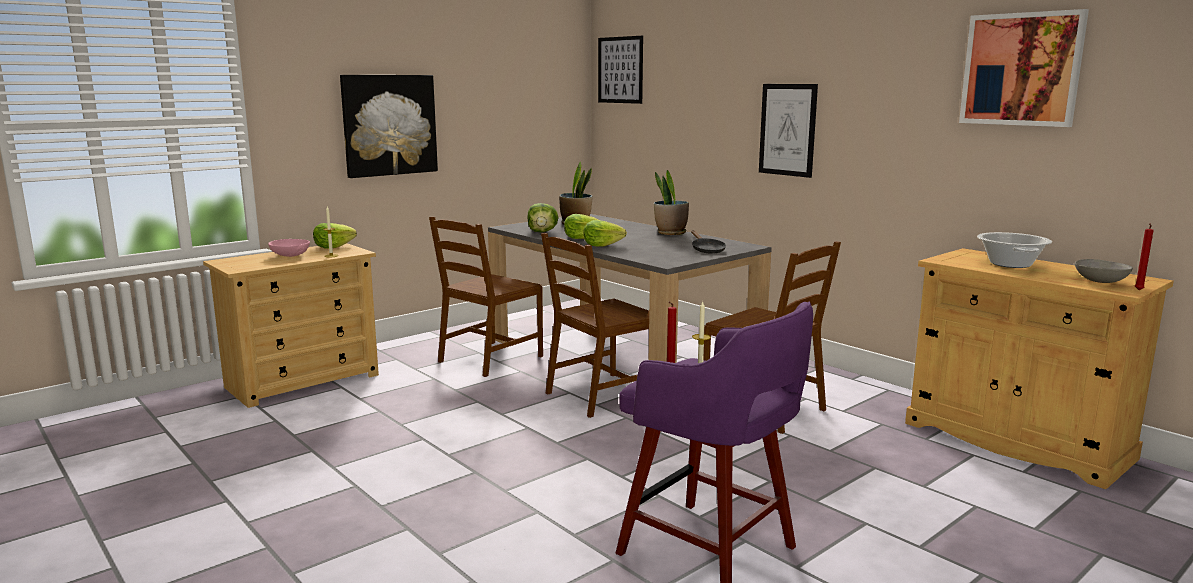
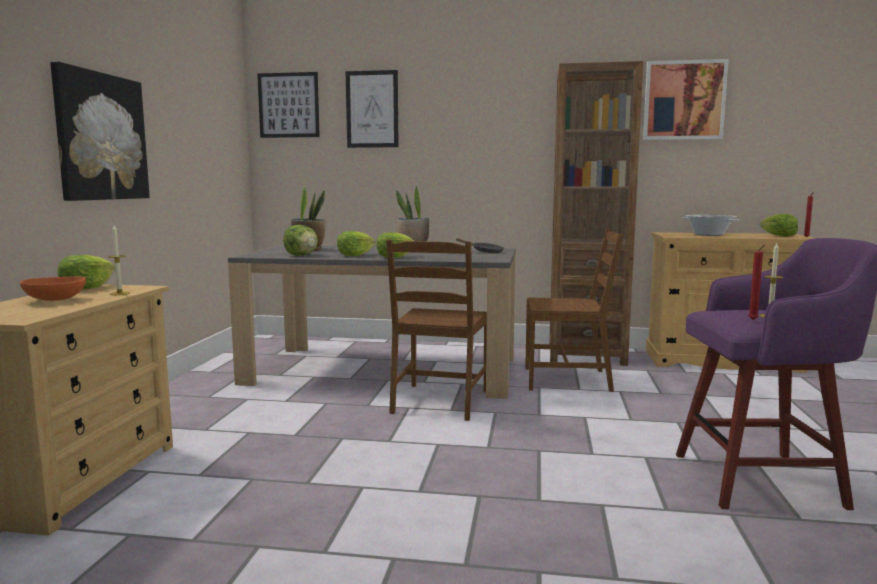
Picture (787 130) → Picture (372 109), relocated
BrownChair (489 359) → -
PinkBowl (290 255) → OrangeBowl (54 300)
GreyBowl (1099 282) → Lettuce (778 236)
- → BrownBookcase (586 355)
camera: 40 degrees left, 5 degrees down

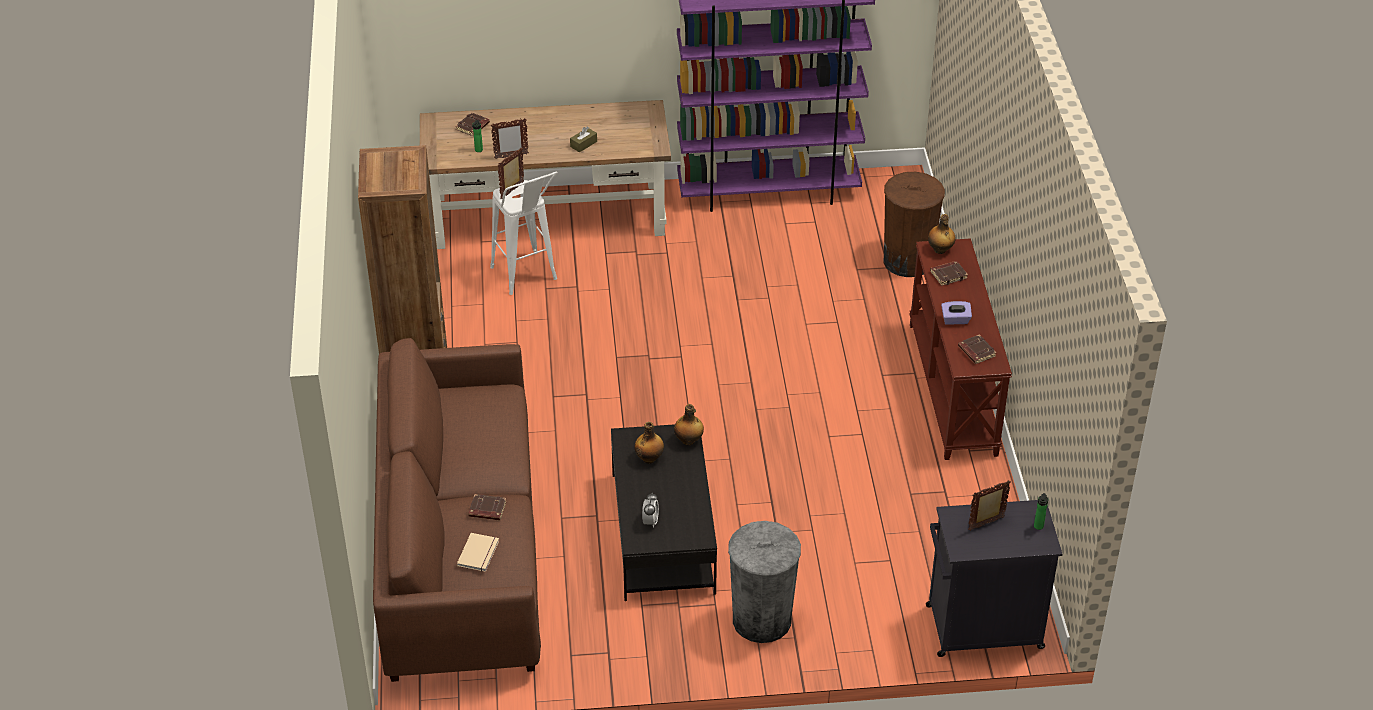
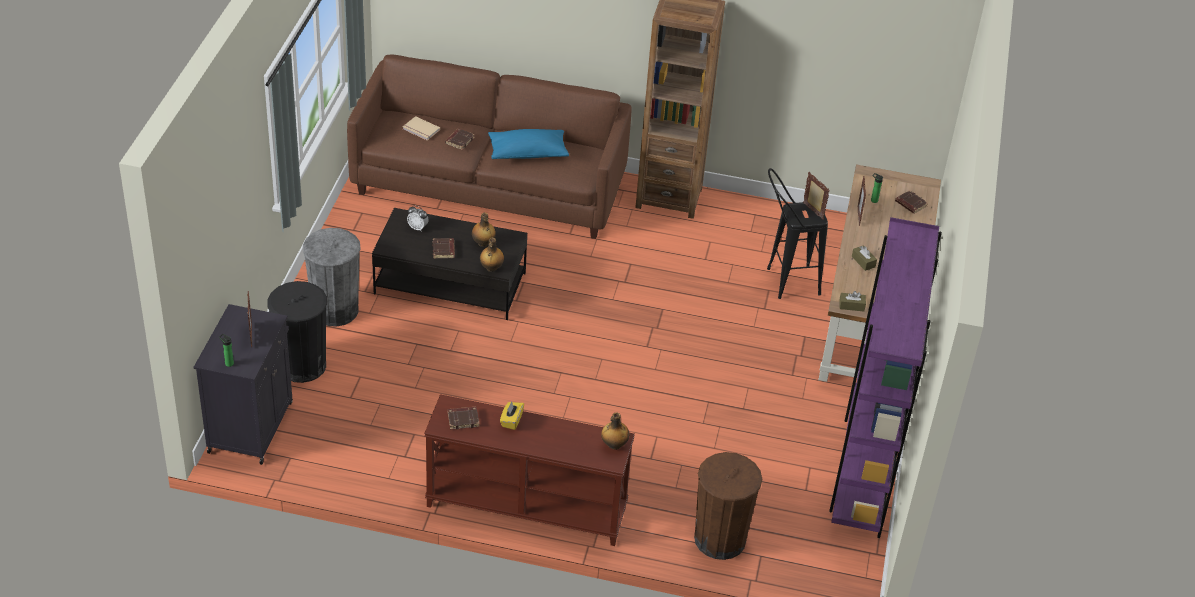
WhiteStool (528 279) → BlackStool (784 282)
BrownBook (948 275) → BrownBook (444 250), relocated
PurpleTissueBox (955 320) → YellowTissueBox (511 421)
- → BluePillow (528 153)
- → BlackTrashCan (302 365)
- → BrownTissueBox (851 306)
camera: 105 degrees right, 0 degrees up

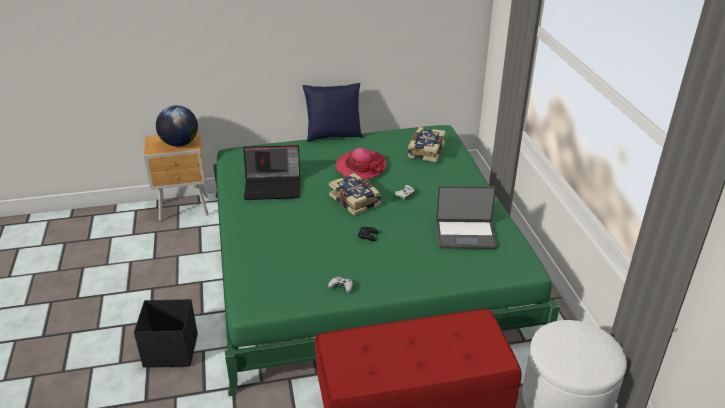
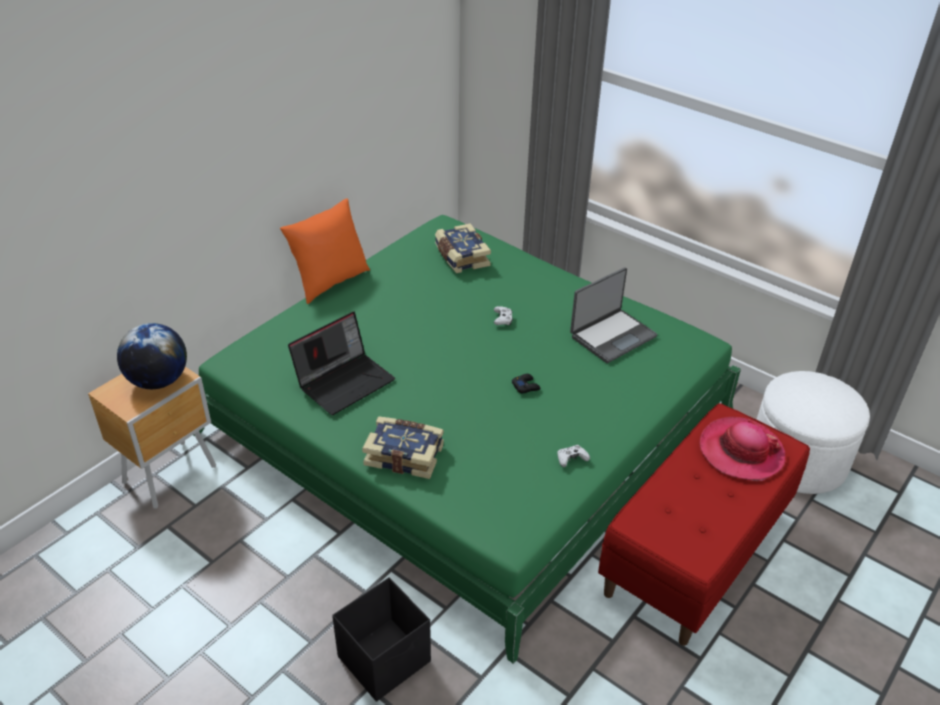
BluePillow (333 136) → OrangePillow (330 282)
Hat (360 167) → Hat (741 451), relocated
Book (356 200) → Book (405 454), relocated
camera: 40 degrees left, 5 degrees up

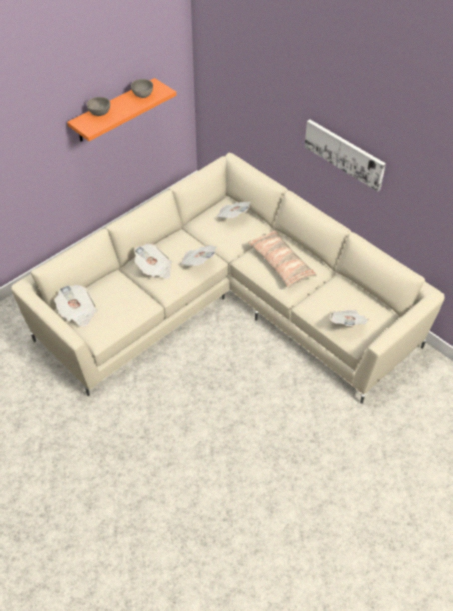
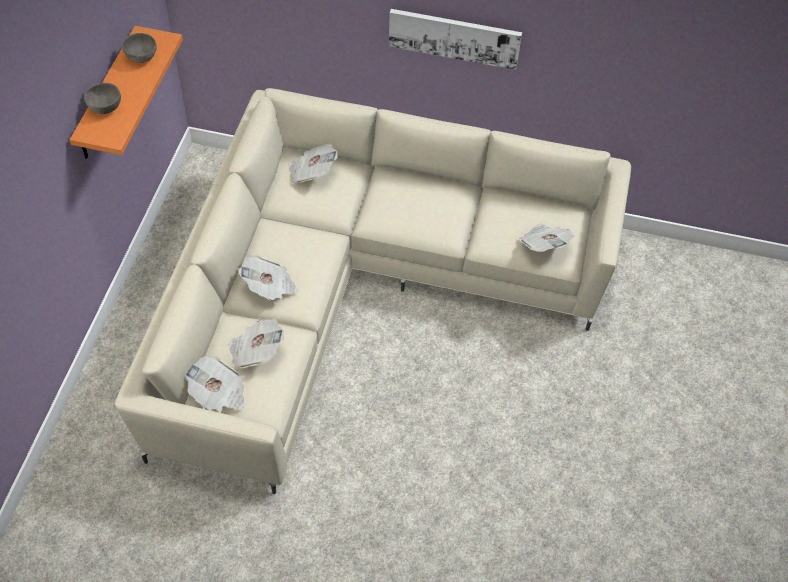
Pillow (280 264) → -
Newspaper (198 262) → Newspaper (256 351), relocated
camera: 35 degrees left, 5 degrees up

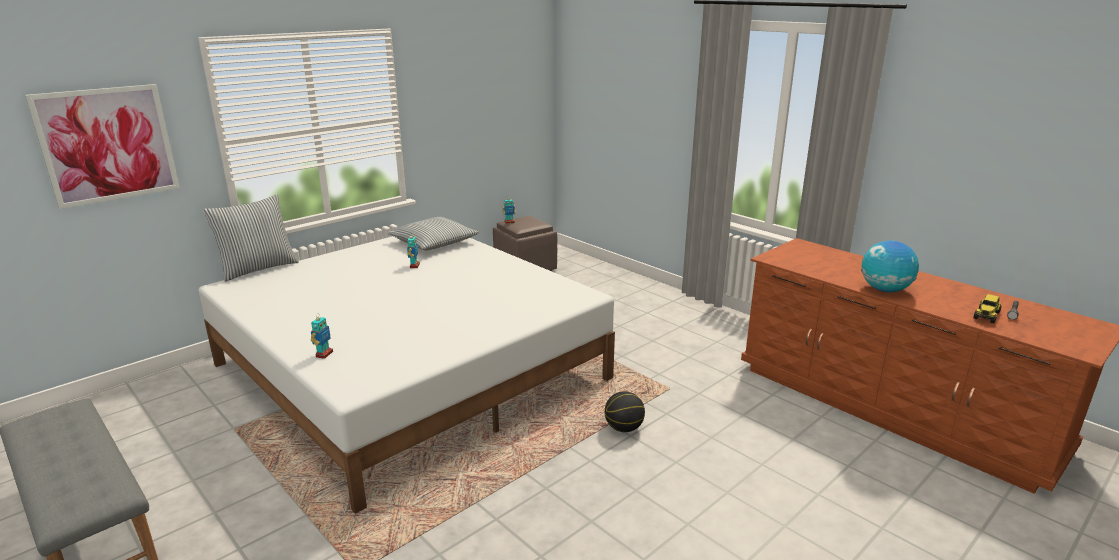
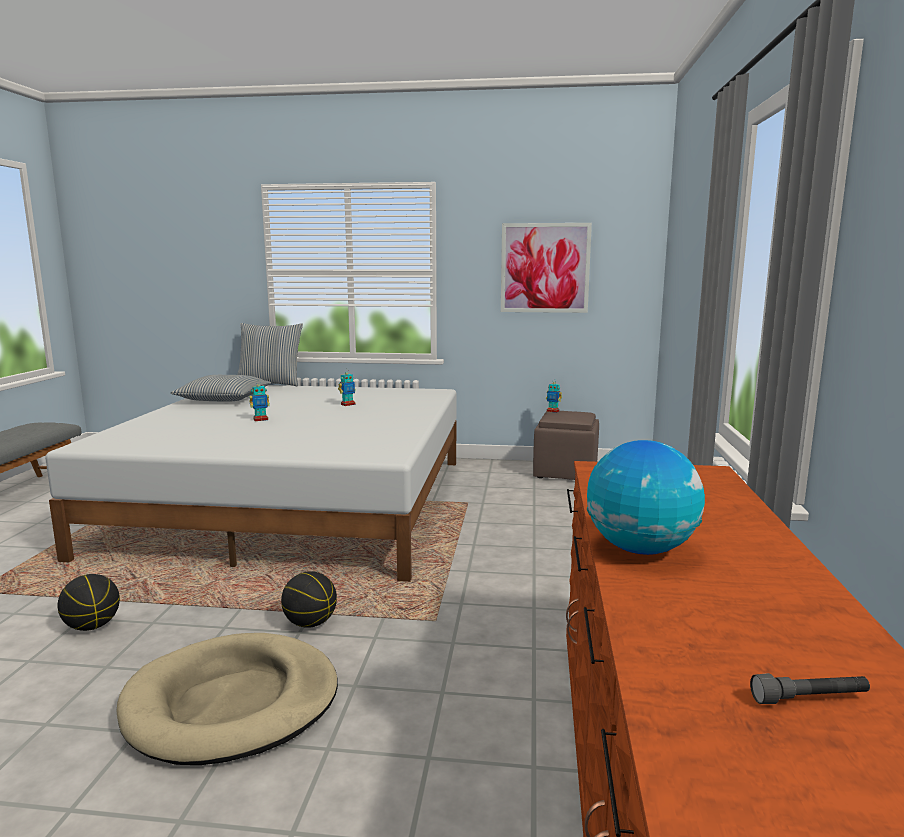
Picture (108 145) → Picture (545 268), relocated
Pillow (433 242) → Pillow (223 399), relocated
ToyTruck (986 315) → -
ToyRobot (324 354) → ToyRobot (260 419), relocated
- → Basketball (92 626)
- → BeigeDogBed (232 703)
camera: 50 degrees right, 10 degrees down

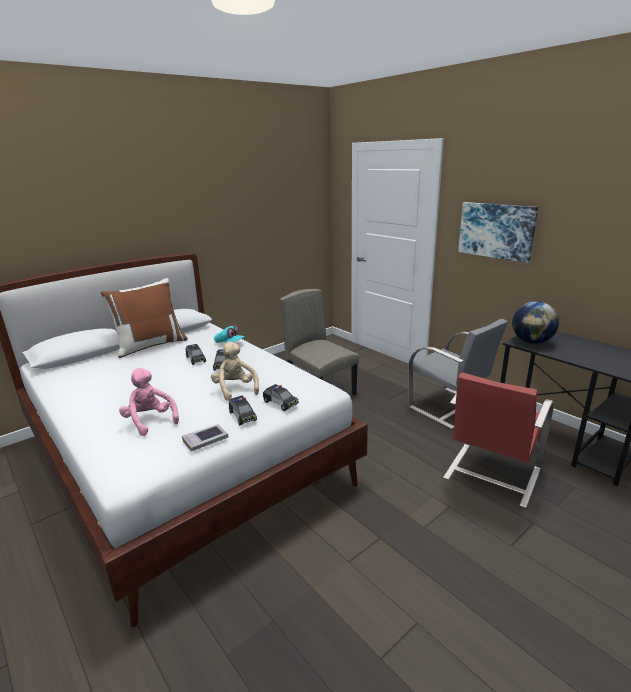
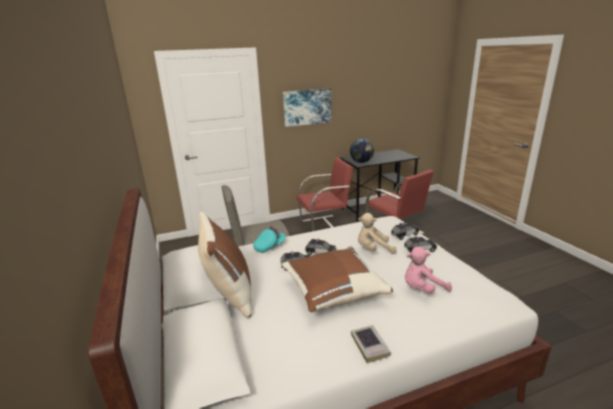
GreyChair (449 408) → RedChair (325 226)
Book (205 440) → Book (370 346), relocated
- → BrownPillow (333 291)
camera: 70 degrees left, 0 degrees up

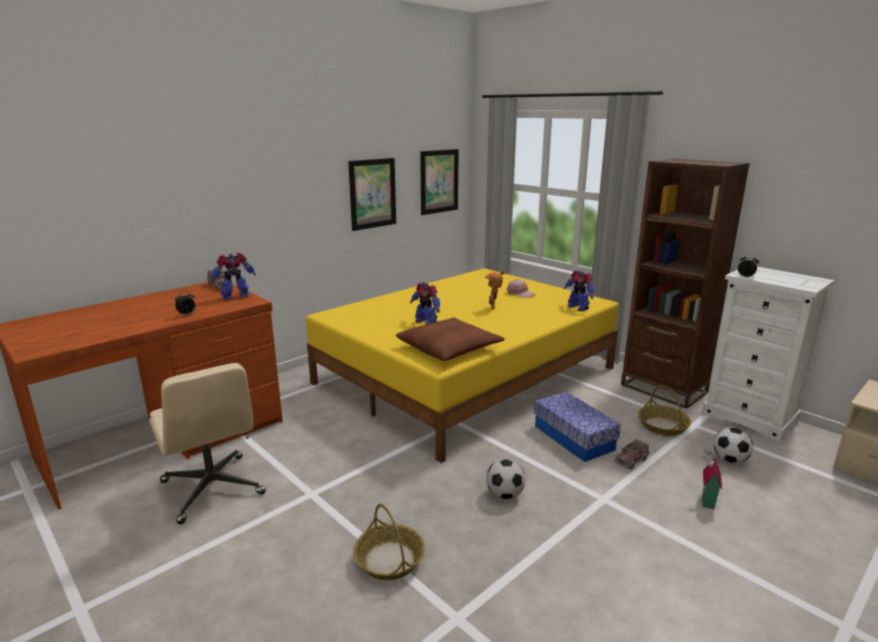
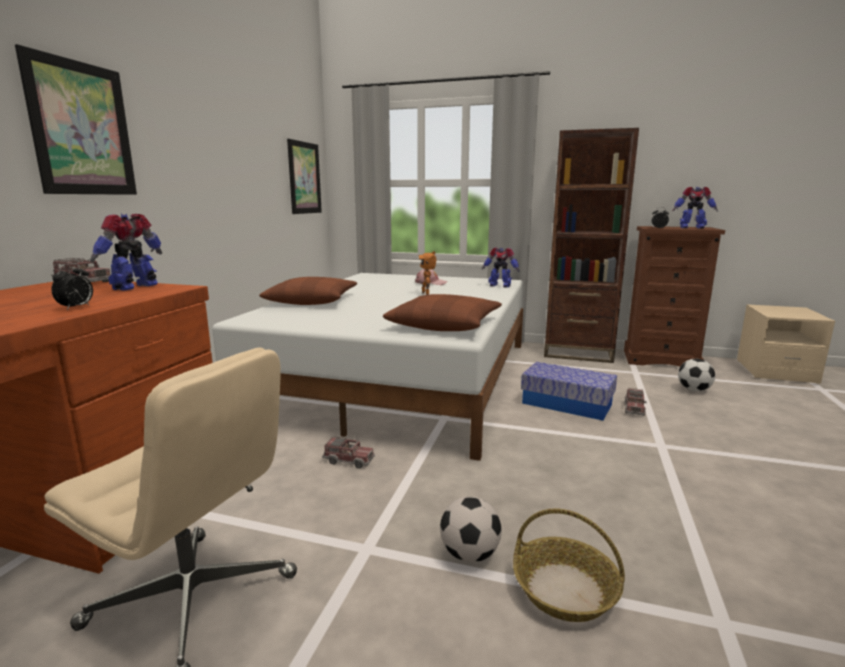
Picture (372 193) → Picture (82 129), relocated
WhiteDresser (750 417) → BrownDresser (660 359)
YellowBed (466 375) → WhiteBed (401 376)
ToyRobot (426 322) → ToyRobot (691 228), relocated
Basket (663 426) → -
ToyHouse (706 500) → -
Football (505 495) → Football (470 554), relocated
- → BrownPillow (312 301)
- → ToyTruck (349 460)
camera: 30 degrees left, 5 degrees down

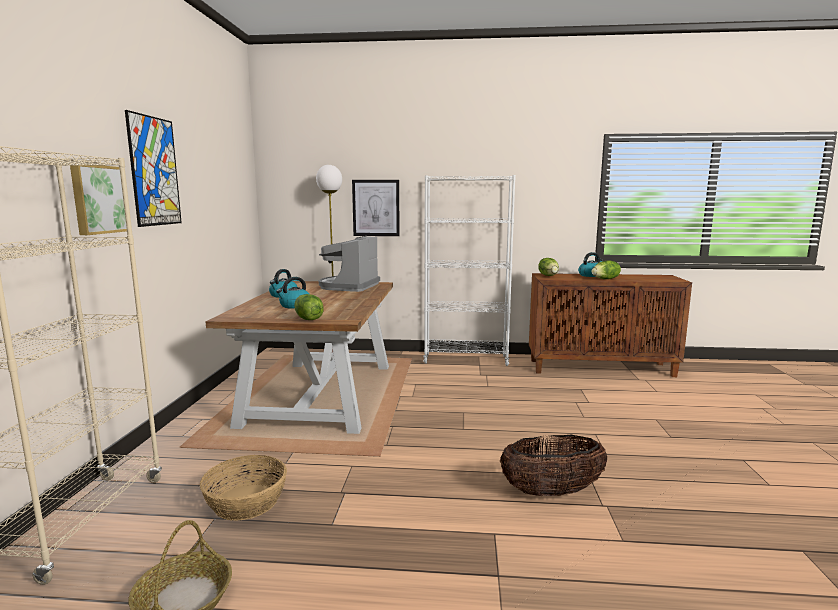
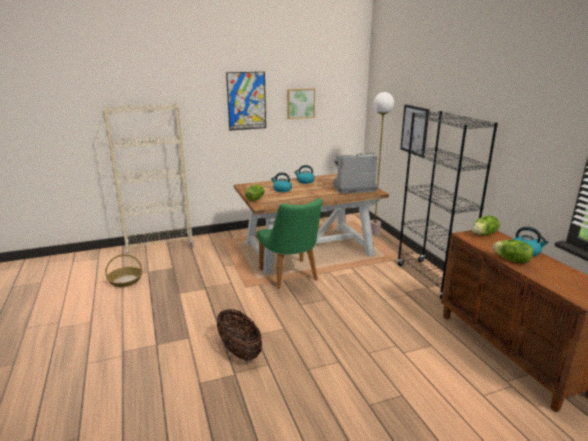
Picture (99 199) → Picture (300 103), relocated
WhiteBookcase (466 360) → BlackBookcase (431 279)
Basket (246 501) → -
- → GreenChair (291 277)
camera: 65 degrees right, 10 degrees up

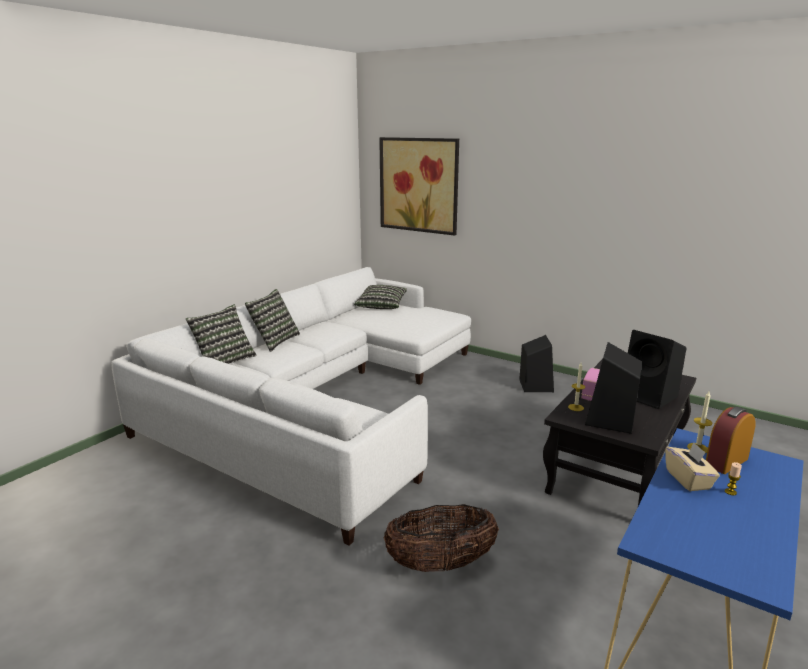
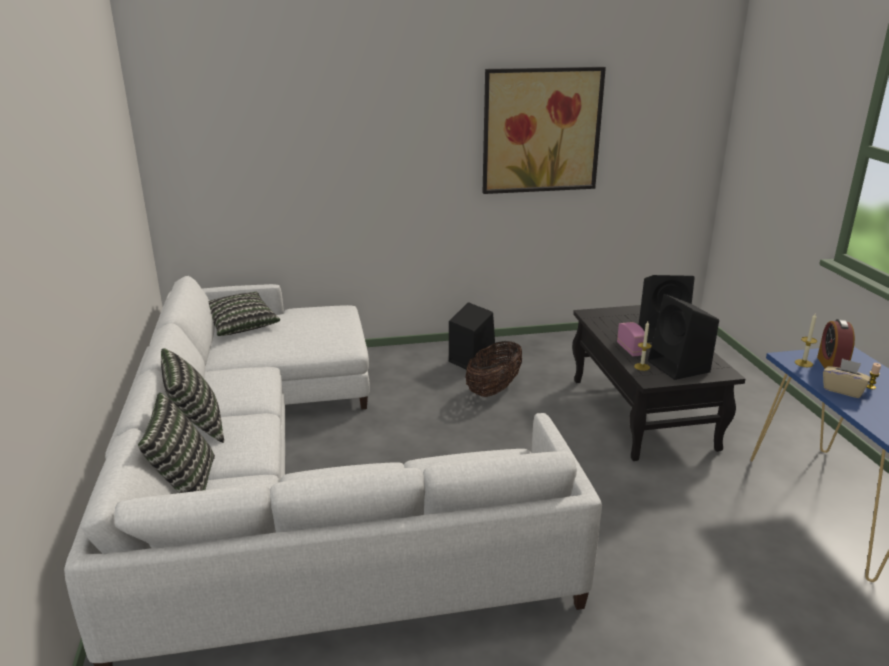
Picture (419 185) → Picture (541 130), relocated
Basket (440 564) → Basket (494 389), relocated
camera: 45 degrees left, 5 degrees up

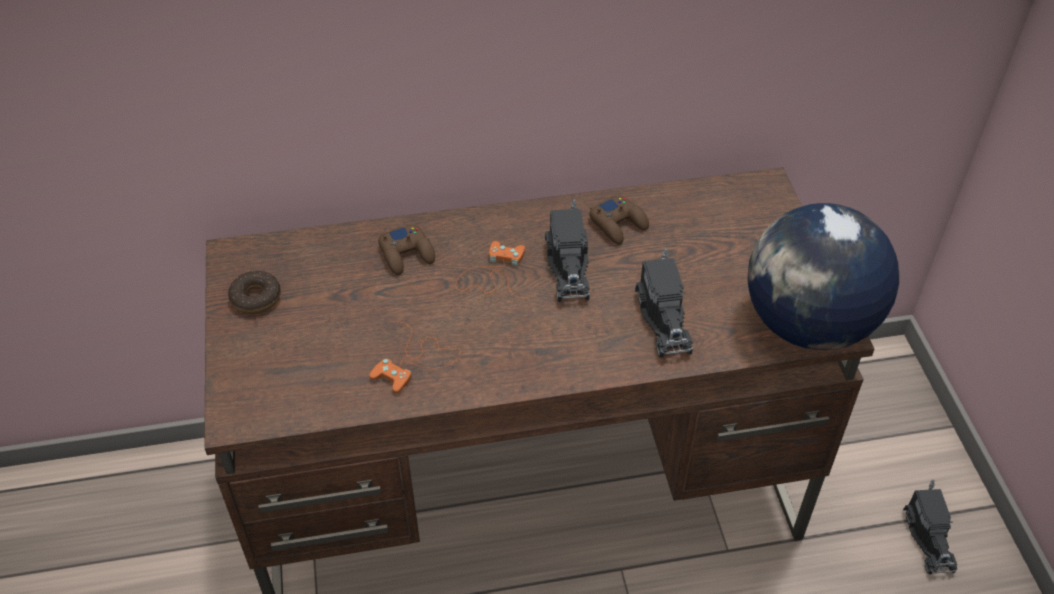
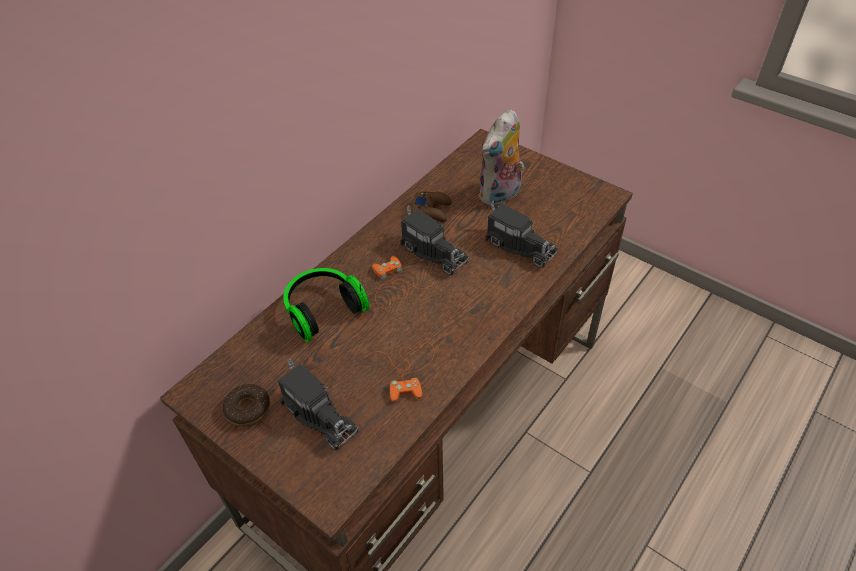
Globe (807 324) → -
BrownGameController (407 254) → Headphones (322 309)
ToyTruck (928 537) → ToyTruck (318 414), relocated
- → PlushToy (501 196)
camera: 40 degrees left, 0 degrees up

